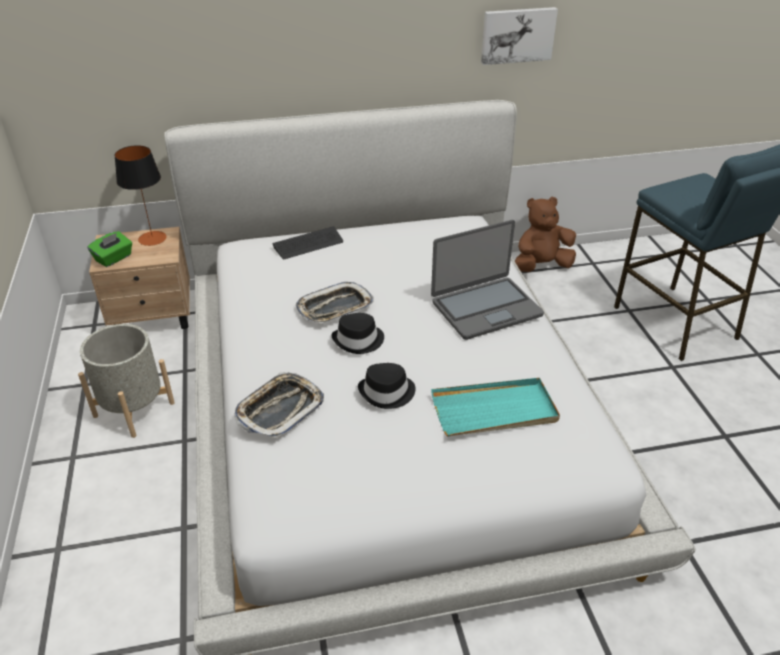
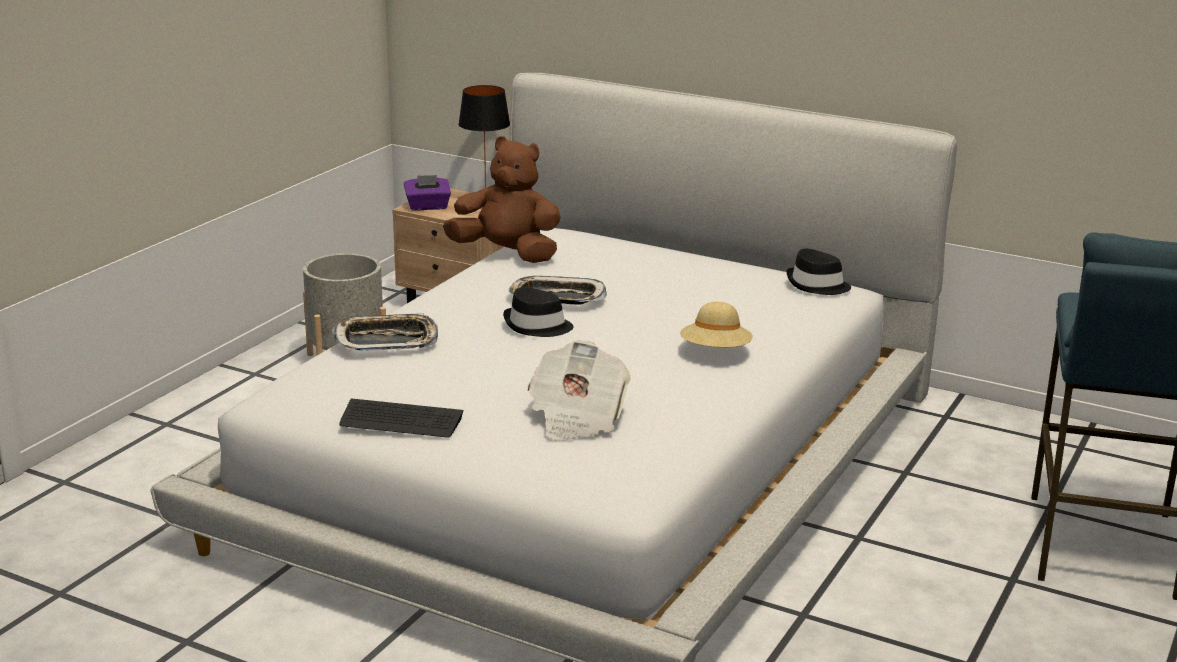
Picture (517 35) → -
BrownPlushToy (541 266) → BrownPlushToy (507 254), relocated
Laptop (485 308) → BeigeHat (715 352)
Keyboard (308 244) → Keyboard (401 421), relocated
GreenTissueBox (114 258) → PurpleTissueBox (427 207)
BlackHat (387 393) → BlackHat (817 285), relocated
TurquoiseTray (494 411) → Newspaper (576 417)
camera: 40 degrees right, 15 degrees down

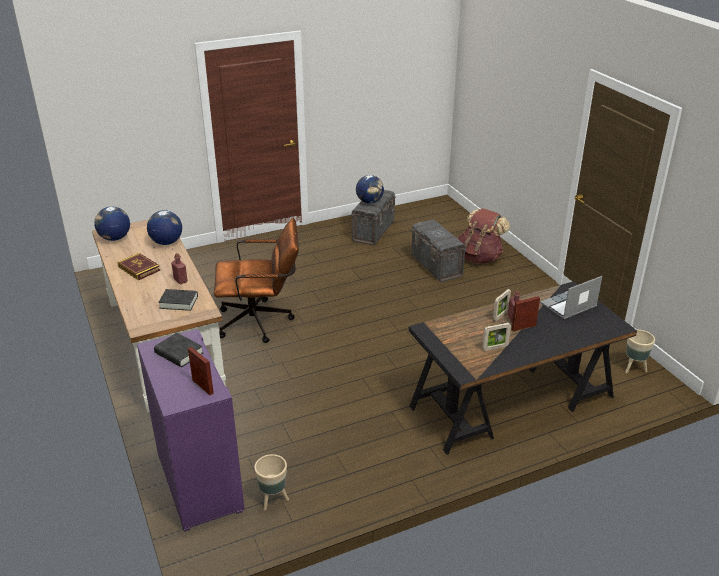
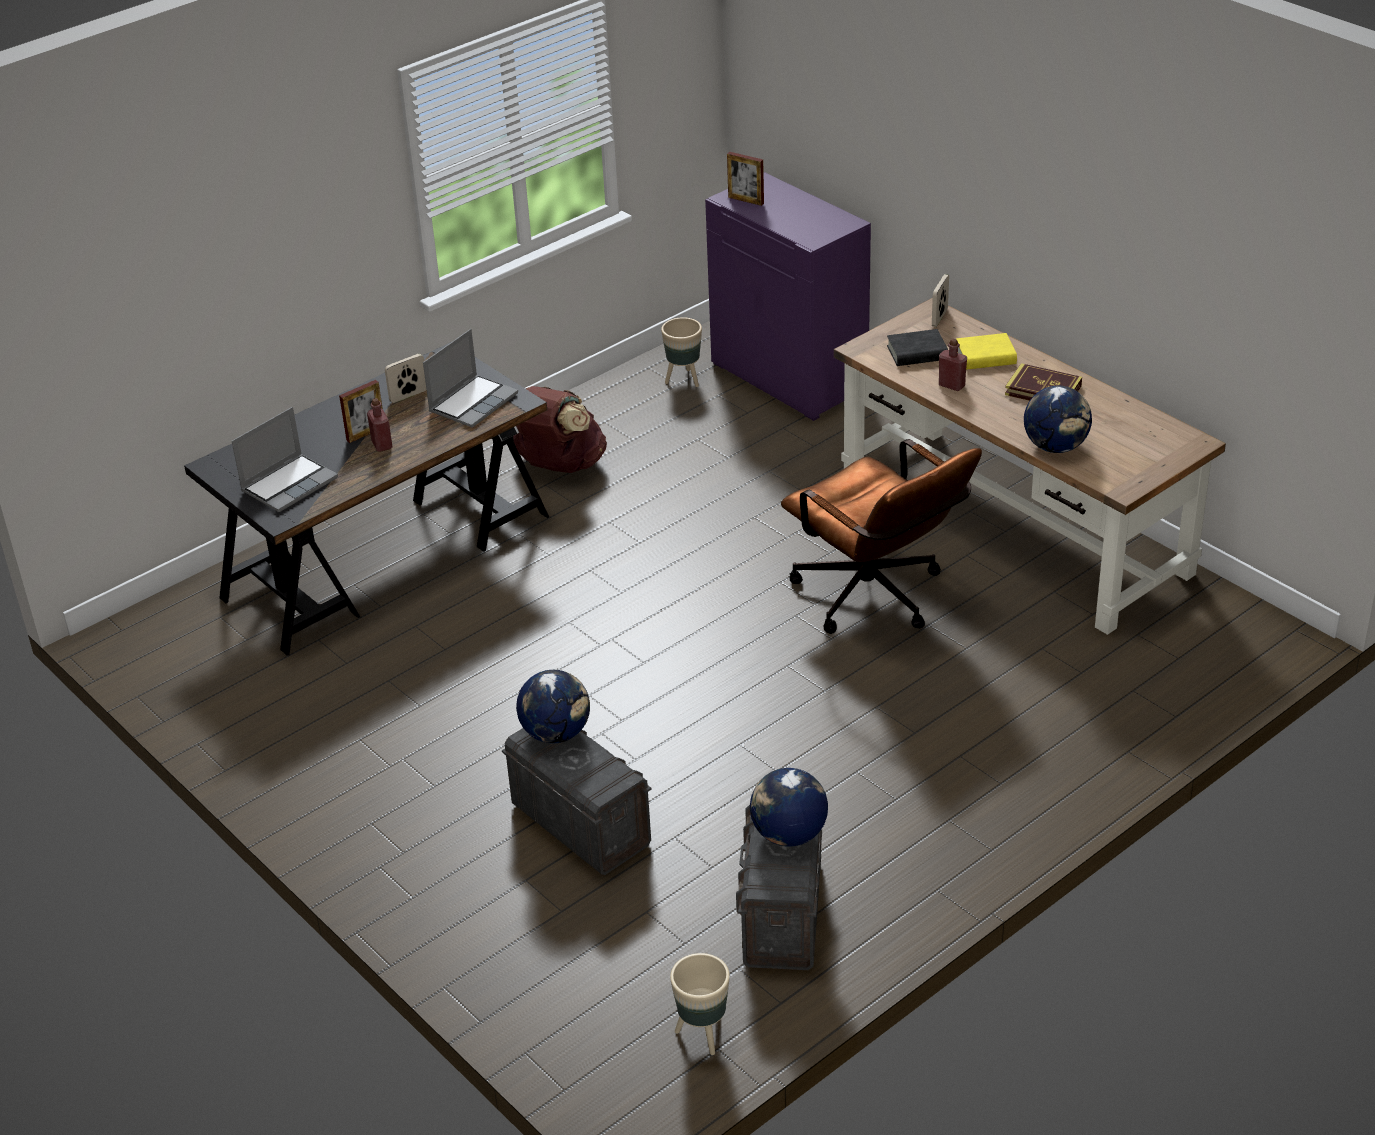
Globe (114 238) → Globe (556 733), relocated
BrownBackpack (479 257) → BrownBackpack (558 466), relocated
BrownOfficeChair (261 322) → BrownOfficeChair (877 600), 105 degrees counterclockwise
PictureFrame (500 315) → PictureFrame (939 318), relocated
BeigePlanter (634 368) → BeigePlanter (702 1035), relocated
BlackBook (179 353) → -
- → Laptop (473 402)
- → YellowBook (985 357)
camera: 165 degrees right, 5 degrees up

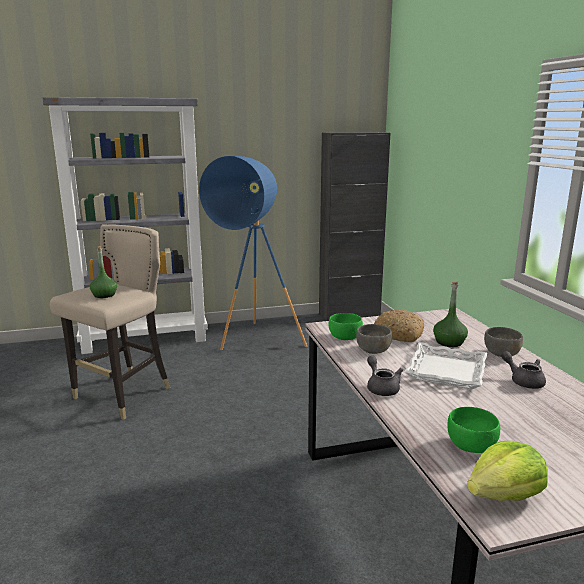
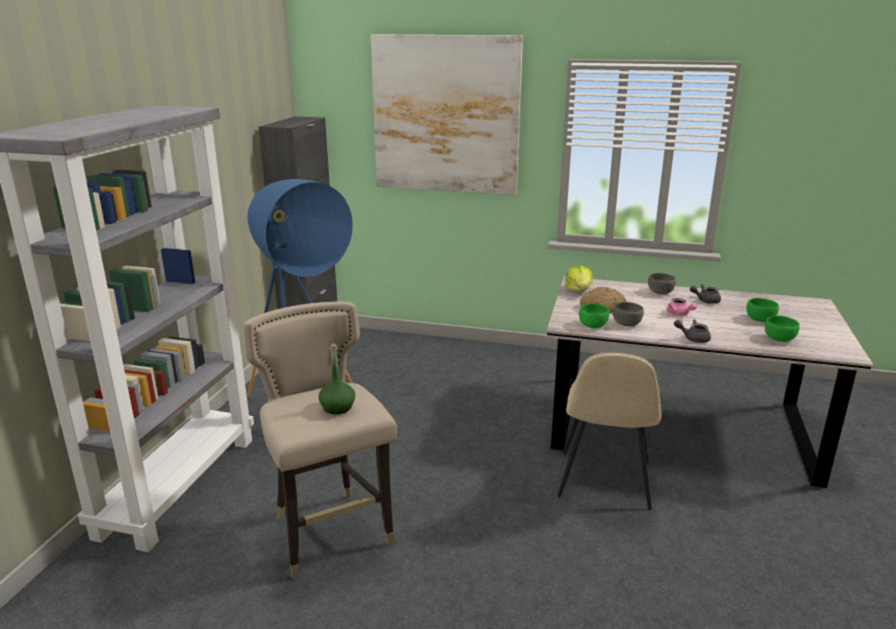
GreenBottle (449 342) → -
WhiteTray (447 371) → PinkTeapot (679 314)
Lettuce (504 494) → Lettuce (579 290), relocated
- → Picture (445 115)
- → GreenBowl (759 319)
- → BeigeChair (604 481)
camera: 60 degrees left, 5 degrees up

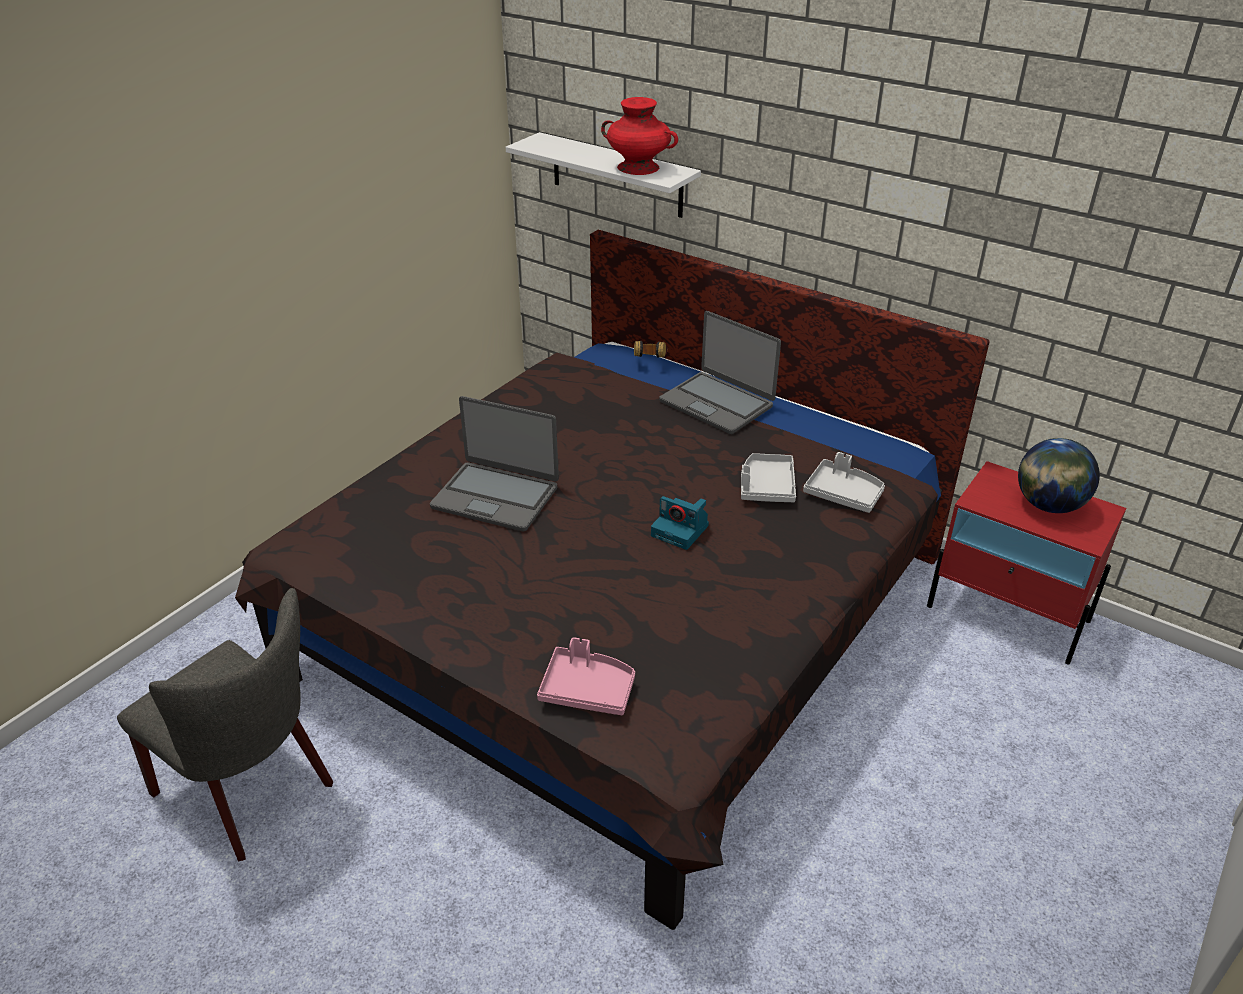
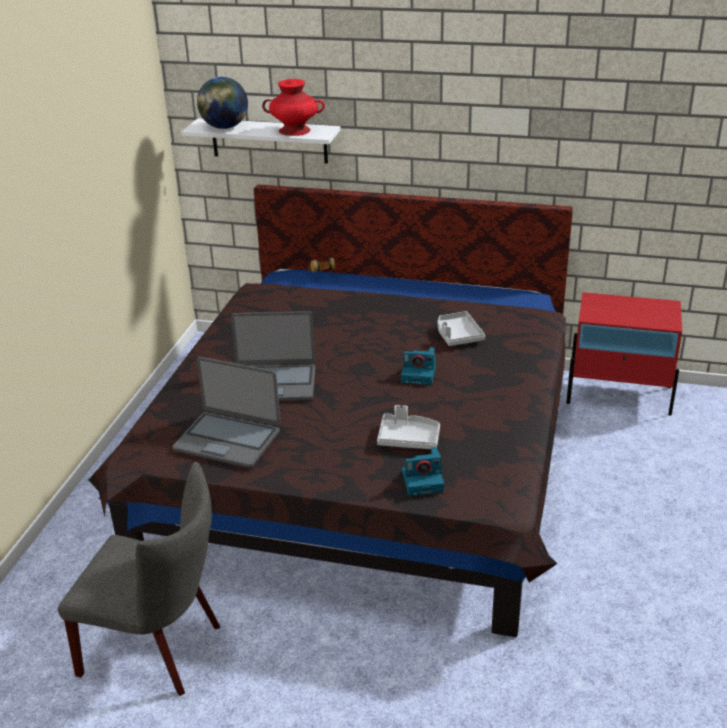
Laptop (717 403) → Laptop (228 440), relocated
Globe (1048 505) → Globe (224 127), relocated
GreyTray (843 494) → GreyTray (408 439), relocated
PinkTray (587 690) → PhotoCamera (423 481)
camera: 20 degrees left, 5 degrees down

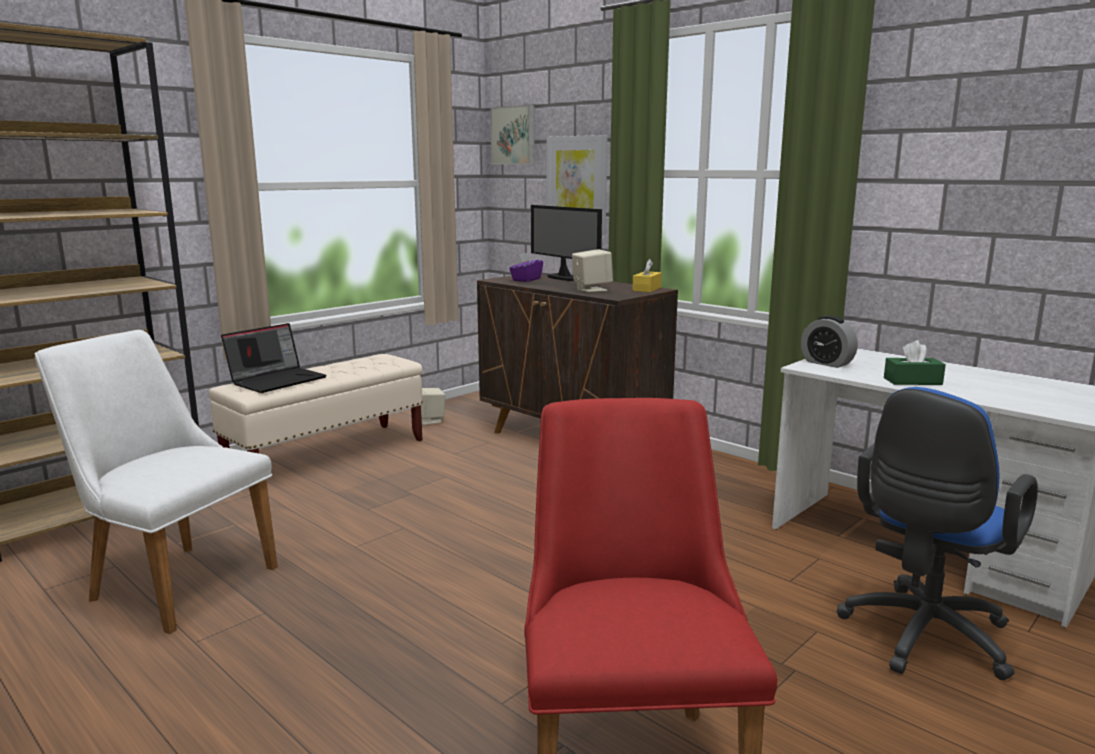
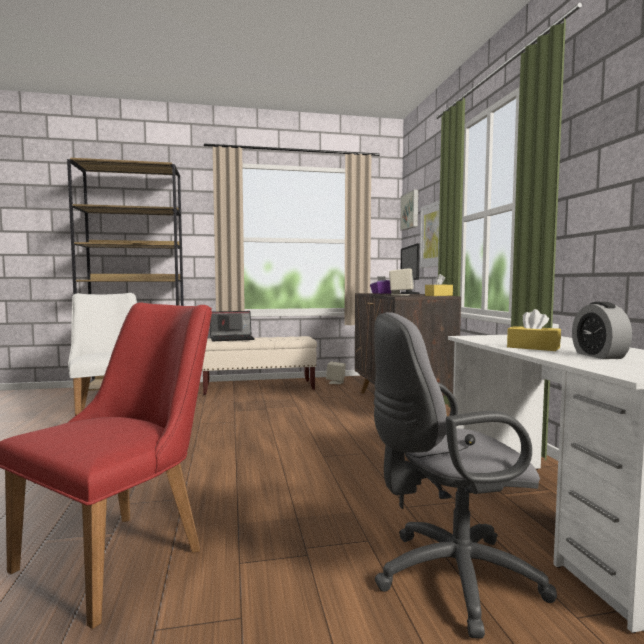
AlarmClock (827 363) → AlarmClock (599 356), relocated
GreenTissueBox (912 381) → YellowTissueBox (533 347)
BlueOfficeChair (922 638) → GreyOfficeChair (448 578)
camera: 35 degrees right, 10 degrees down

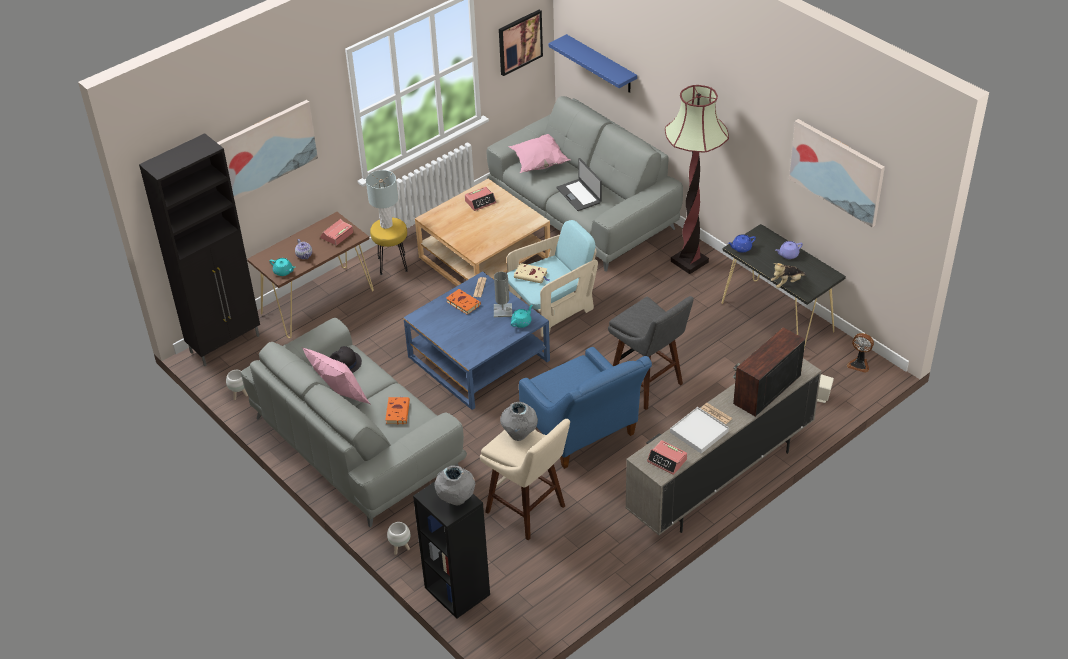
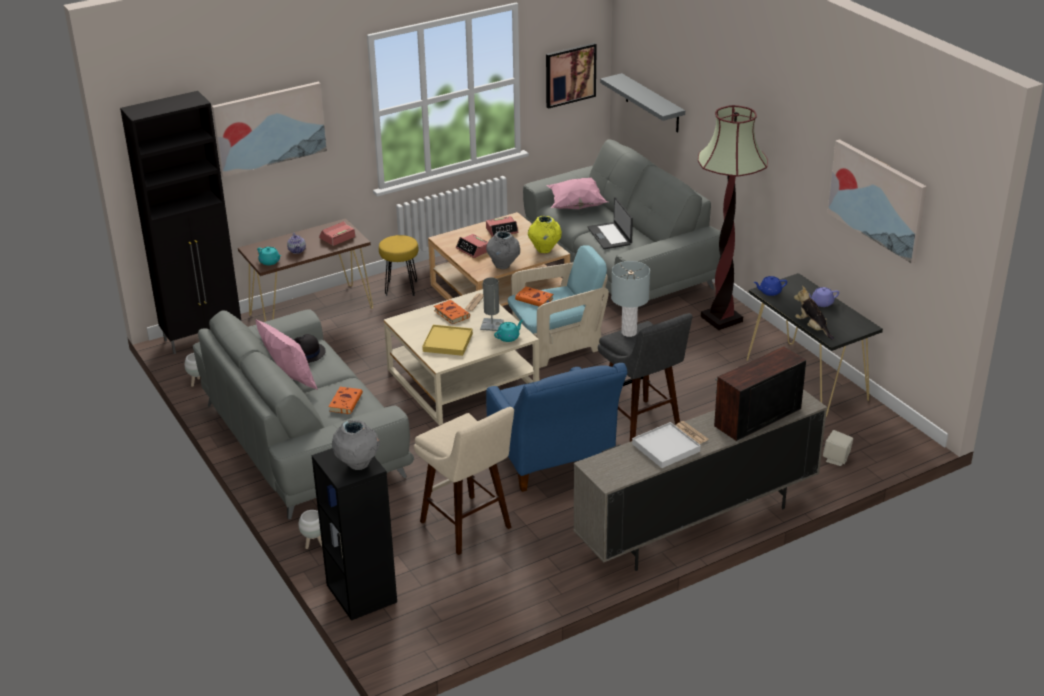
BlueShelf (601 64) → GreyShelf (652 103)
GreyTableLamp (386 224) → GreyTableLamp (629 333), relocated
BeigeBook (531 275) → OrangeBook (535 299)
PlushToy (786 283) → PlushToy (812 328), 75 degrees clockwise
BlueCoffeeTable (478 358) → BeigeCoffeeTable (462 380)
Fan (859 364) → -
GreyVase (519 434) → GreyVase (503 265), relocated
AlarmClock (667 461) → AlarmClock (473 250), relocated
- → YellowVase (544 249)
- → YellowTray (447 342)
camera: 10 degrees right, 10 degrees down

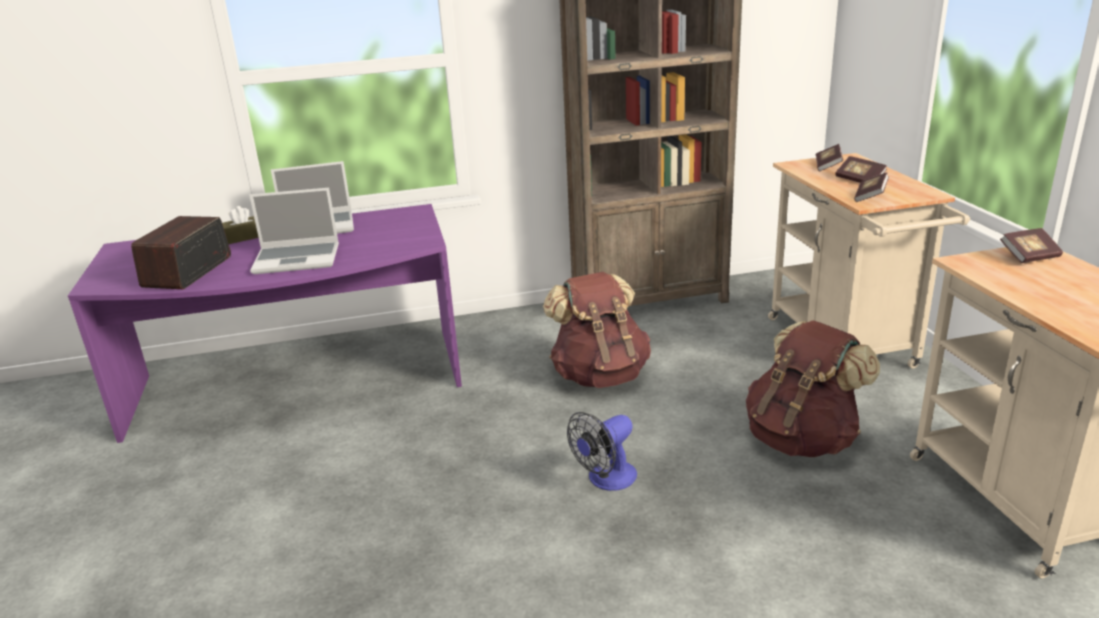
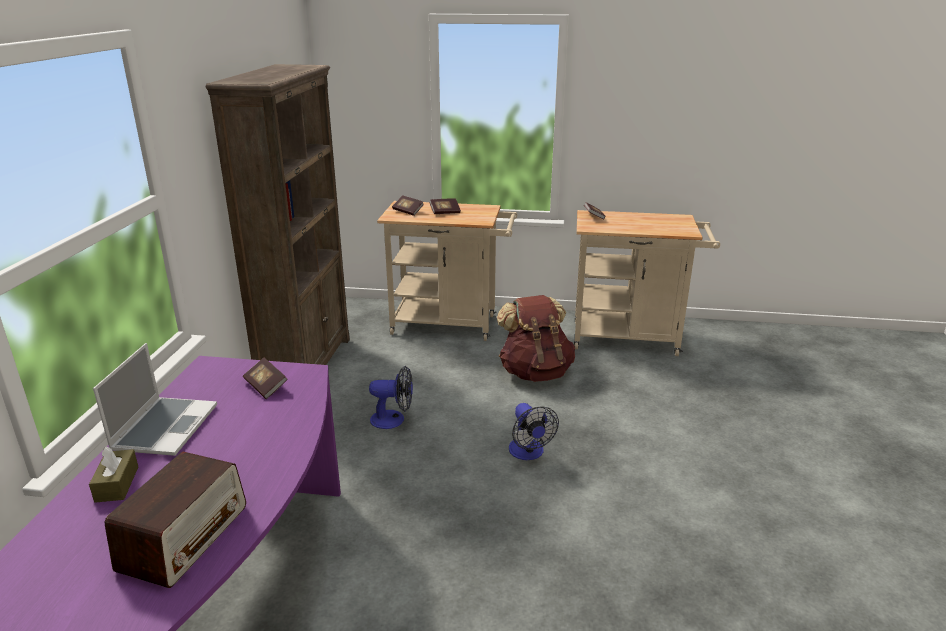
Book (870 196) → Book (266 386), relocated
Laptop (298 259) → -
Radio (187 272) → Radio (185 537), 105 degrees counterclockwise
BrownBackpack (599 375) → Fan (393 419)
camera: 70 degrees left, 0 degrees up

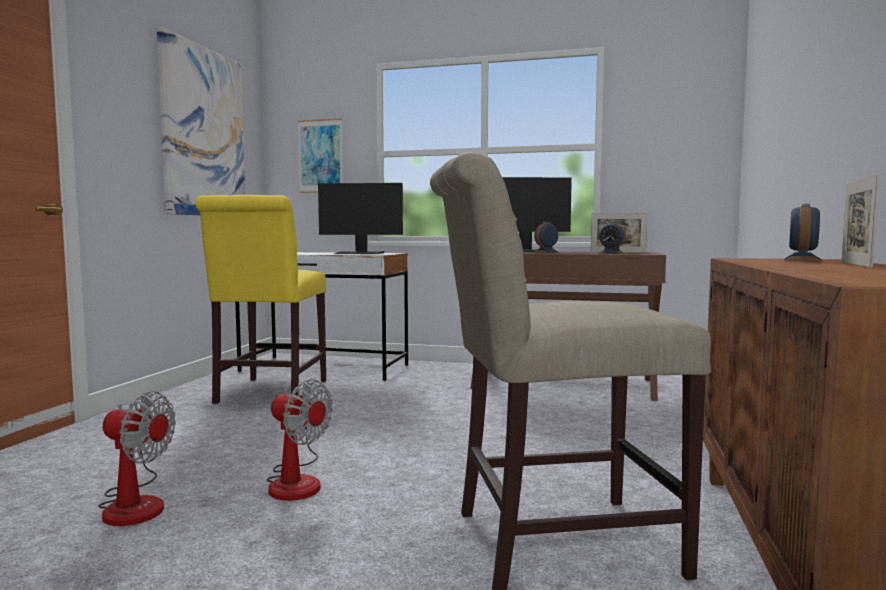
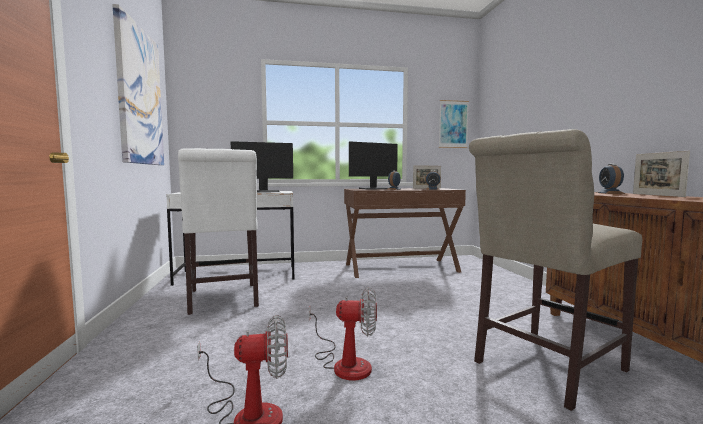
Picture (320 156) → Picture (453 124), relocated
YellowChair (269 393) → WhiteChair (223 300)
camera: 25 degrees left, 0 degrees up

